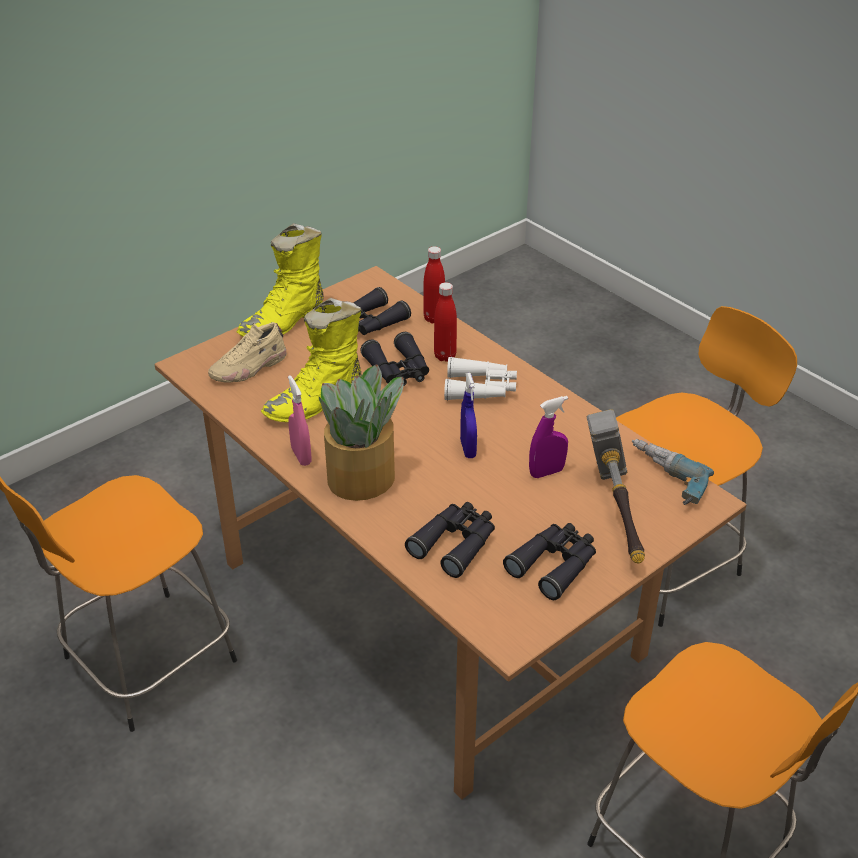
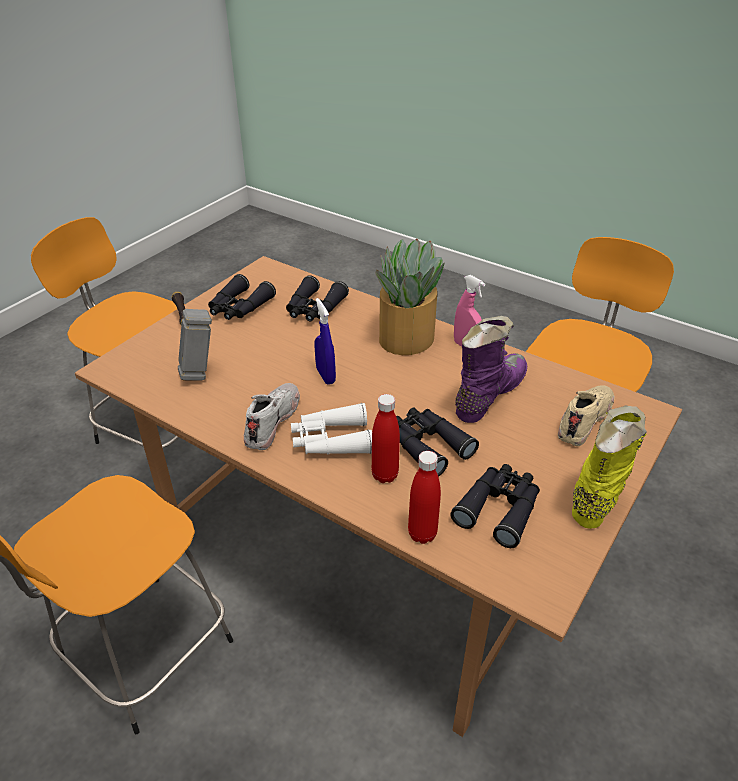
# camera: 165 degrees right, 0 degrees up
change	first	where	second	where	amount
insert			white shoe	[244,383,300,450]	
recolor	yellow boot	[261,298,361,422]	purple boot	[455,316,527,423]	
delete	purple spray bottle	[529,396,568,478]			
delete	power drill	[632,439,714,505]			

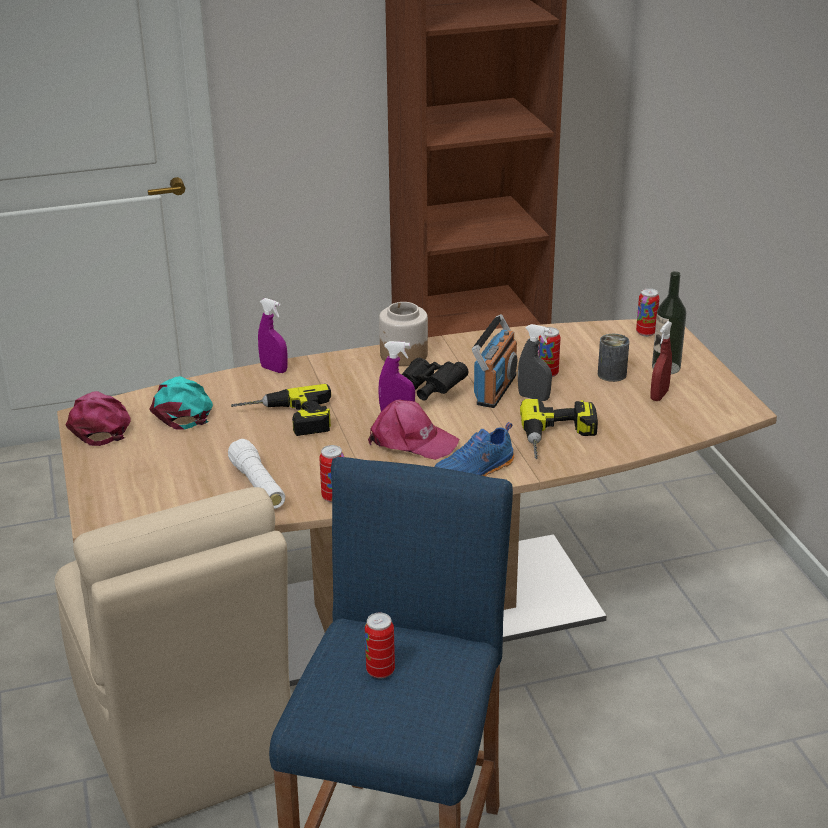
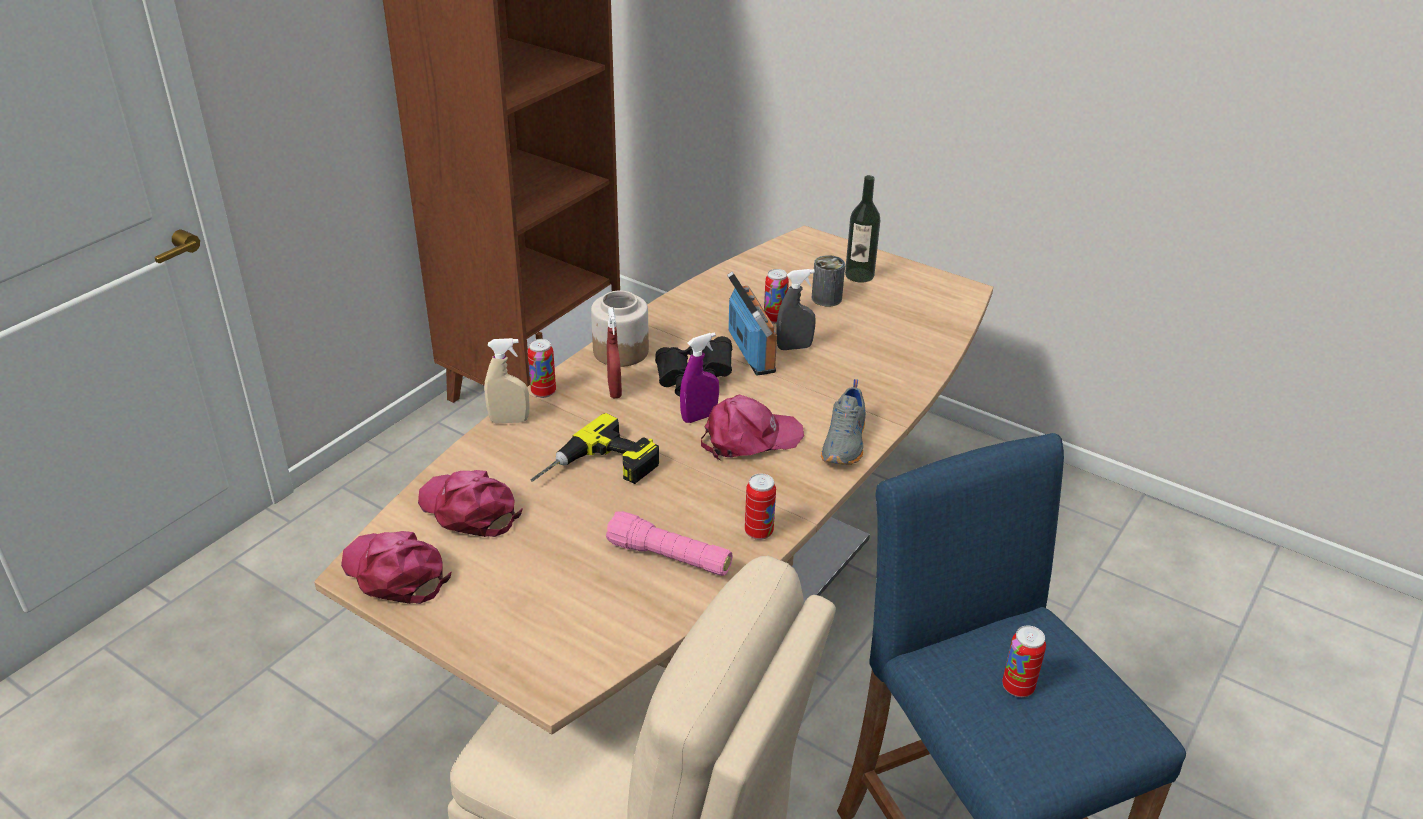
# camera: 40 degrees left, 5 degrees up
change	first	where	second	where	amount
recolor	turquoise cap	[149,376,213,430]	pink cap	[418,470,523,537]	
recolor	purple spray bottle	[258,298,288,373]	beige spray bottle	[484,338,530,423]	
move	can	[636,288,659,337]		[528,339,556,398]	
recolor	white flashlight	[228,439,285,509]	pink flashlight	[606,511,732,576]	
move	red spray bottle	[650,321,672,401]		[607,307,622,398]	
recolor	blue shoe	[435,422,514,476]	grey shoe	[821,379,866,465]	
delete	power drill	[520,399,598,460]			

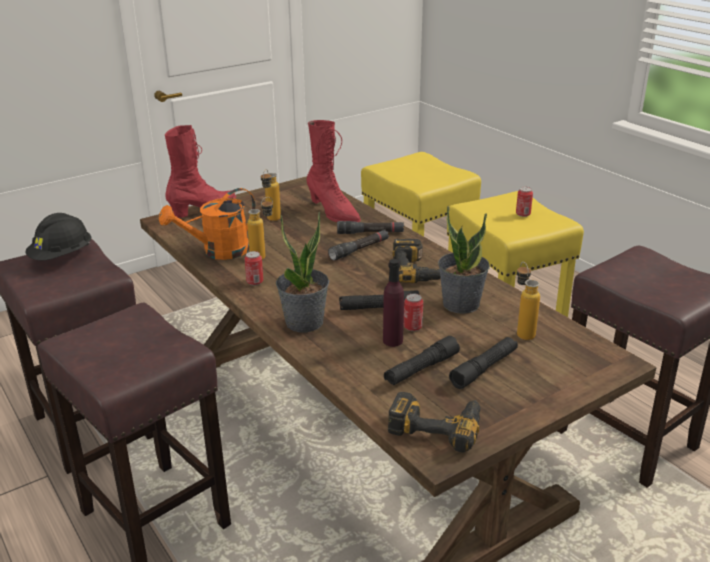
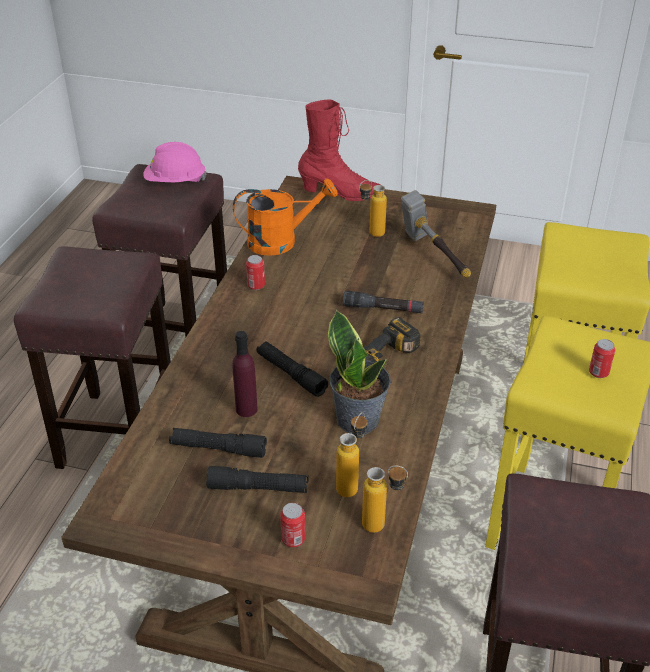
# camera: 50 degrees right, 10 degrees up
change	first	where	second	where	amount
recolor	black hard hat	[25,213,91,261]	pink hard hat	[143,142,207,182]	
rotate	orange watering can	[159,188,255,260]		[233,178,338,256]	150 degrees clockwise
move	can	[404,294,423,331]		[280,503,305,547]	
move	bottle	[247,197,273,260]		[362,465,408,533]	
replace	red boot	[306,120,361,222]	hammer	[401,190,471,278]	
delete	potted plant	[276,211,329,332]			
delete	black flashlight	[337,221,404,234]			
delete	power drill	[388,392,480,453]			

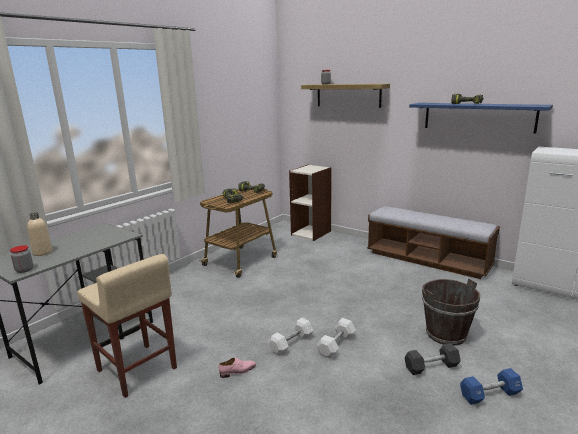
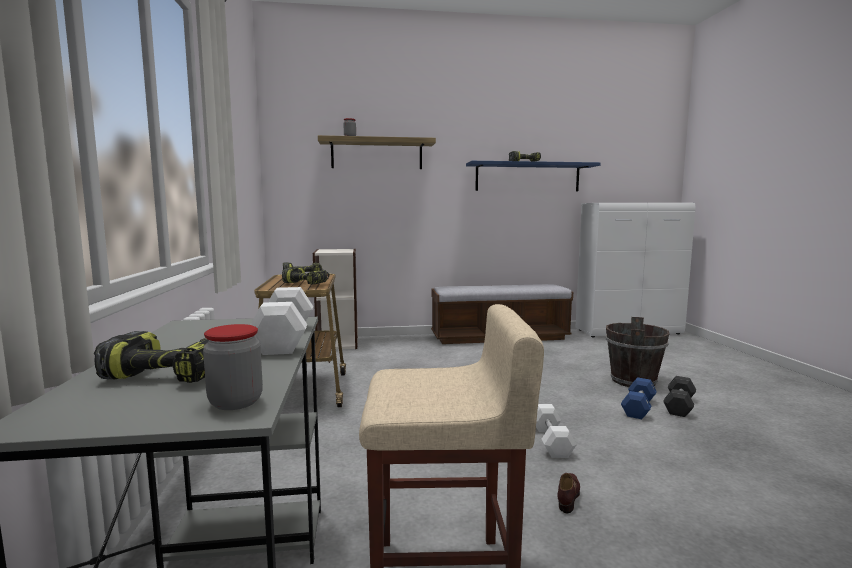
# camera: 45 degrees left, 10 degrees down
change	first	where	second	where	amount
replace	beige bottle	[27,212,53,256]	power drill	[94,331,209,383]	
move	white dumbbell	[316,318,356,358]		[250,287,313,355]	
recolor	pink shoe	[219,358,256,378]	brown shoe	[557,473,580,513]	
move	blue dumbbell	[460,368,523,405]		[621,377,657,419]	

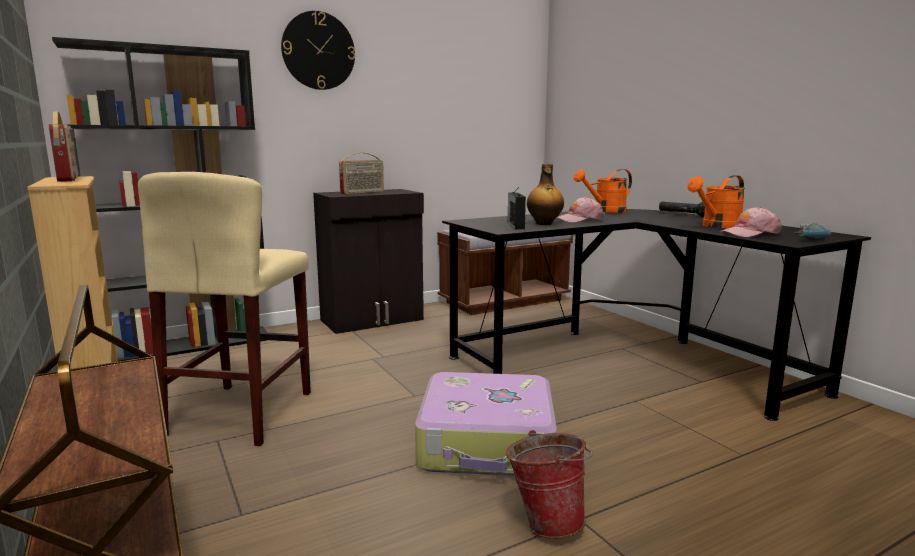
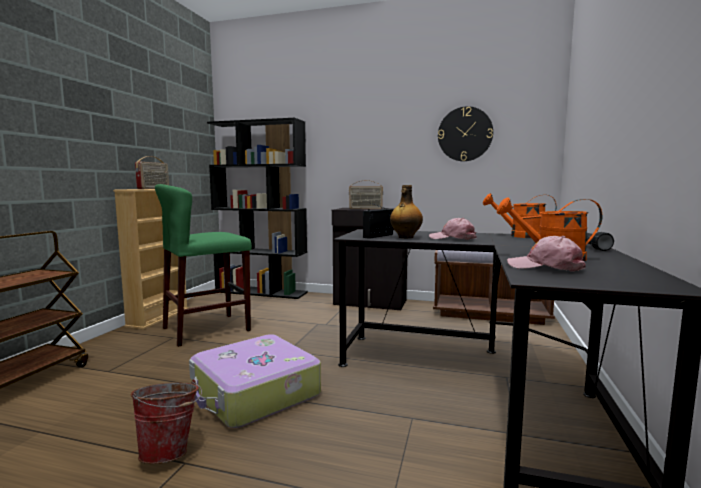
# camera: 45 degrees right, 5 degrees down
change	first	where	second	where	amount
recolor	beige stool	[138,172,311,446]	green stool	[155,184,252,347]	
move	wall clock	[281,11,355,90]		[438,106,493,161]	
delete	power drill	[794,223,832,239]			

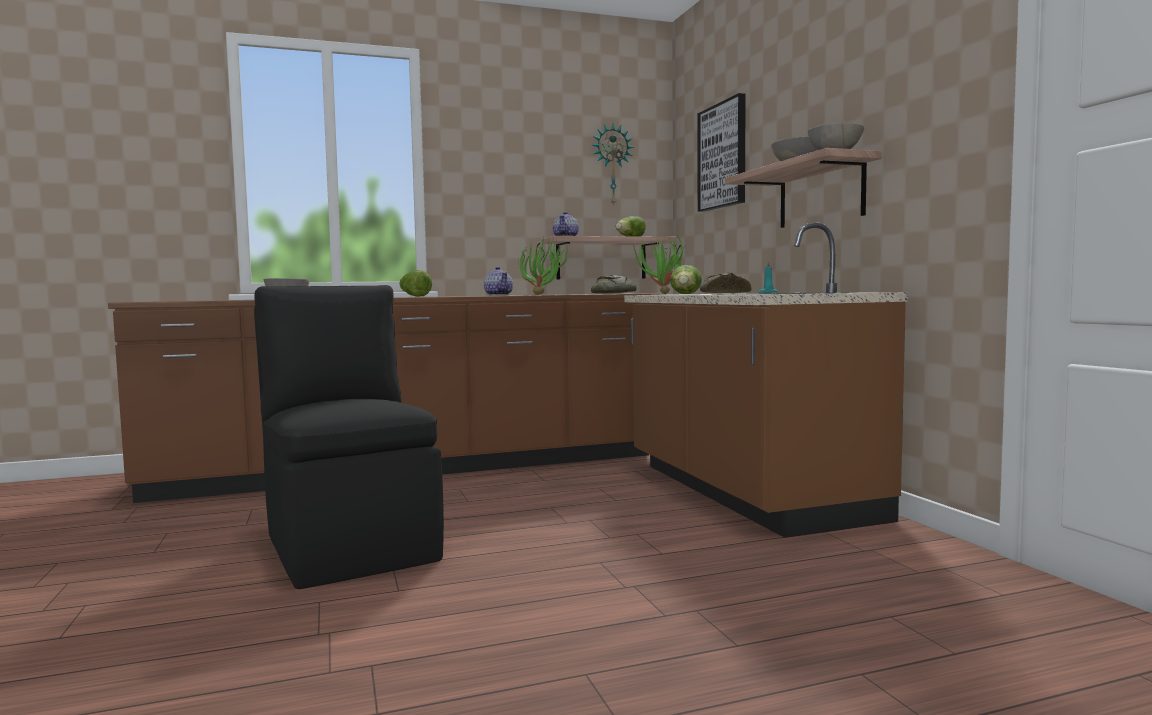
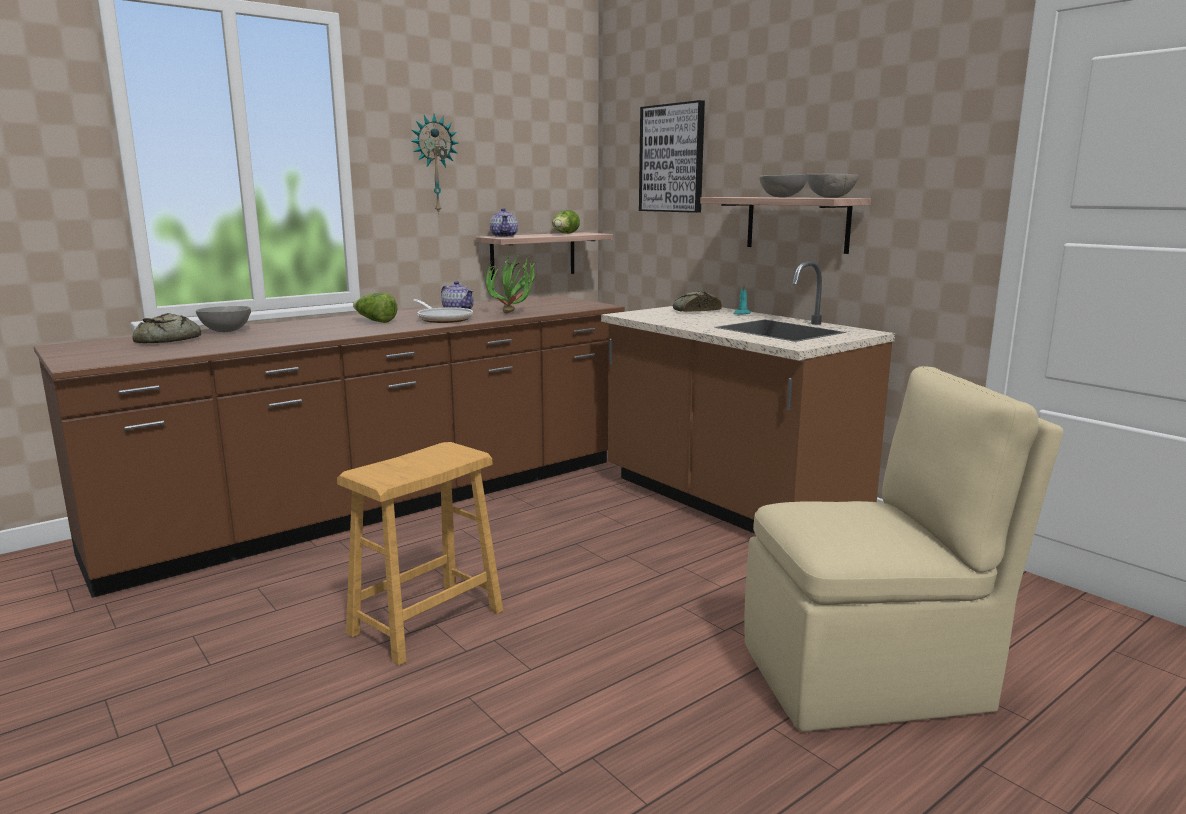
# camera: 20 degrees left, 10 degrees up
change	first	where	second	where	amount
move	bread	[591,275,637,294]		[132,313,201,343]	
replace	black chair	[254,285,444,589]	brown stool	[337,442,503,666]	
move	wall clock	[592,124,634,207]		[411,114,458,215]	
insert			frying pan	[413,299,473,323]	
insert			beige chair	[744,366,1064,732]	
delete	potted plant	[633,235,686,294]			
delete	lettuce	[670,265,702,294]			

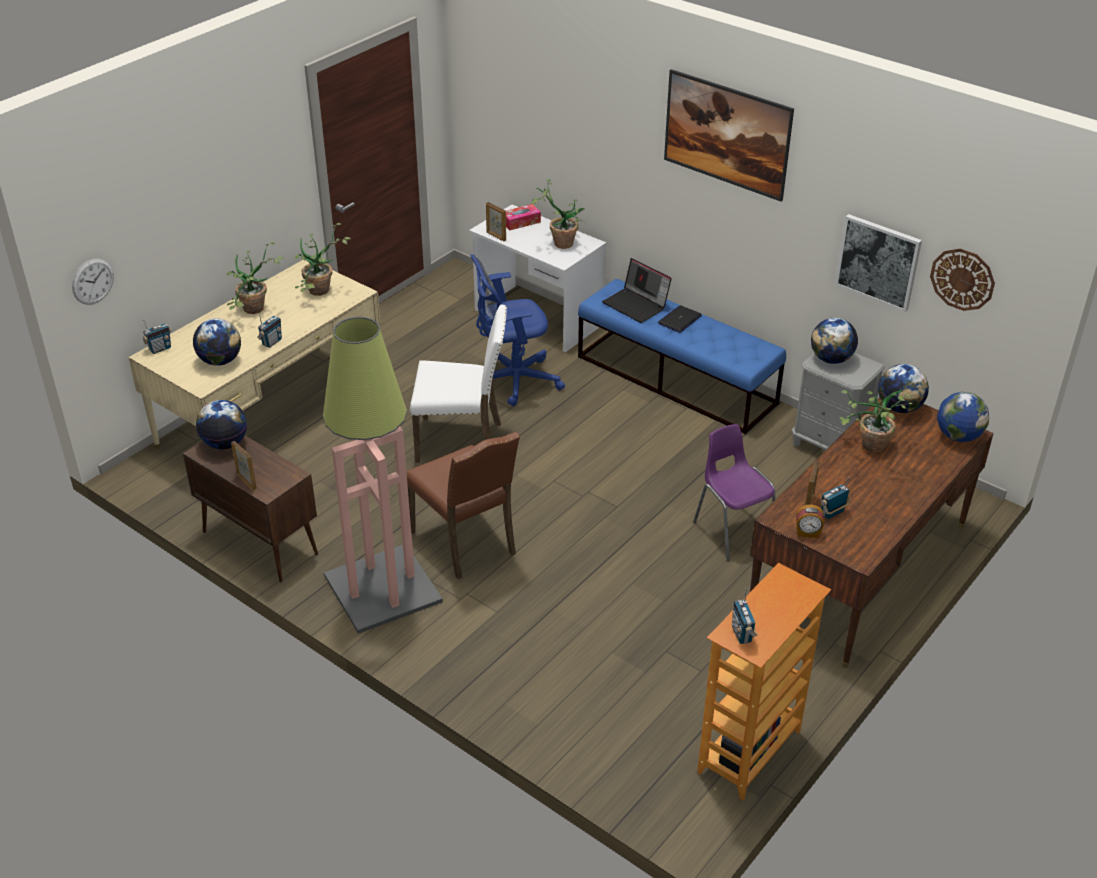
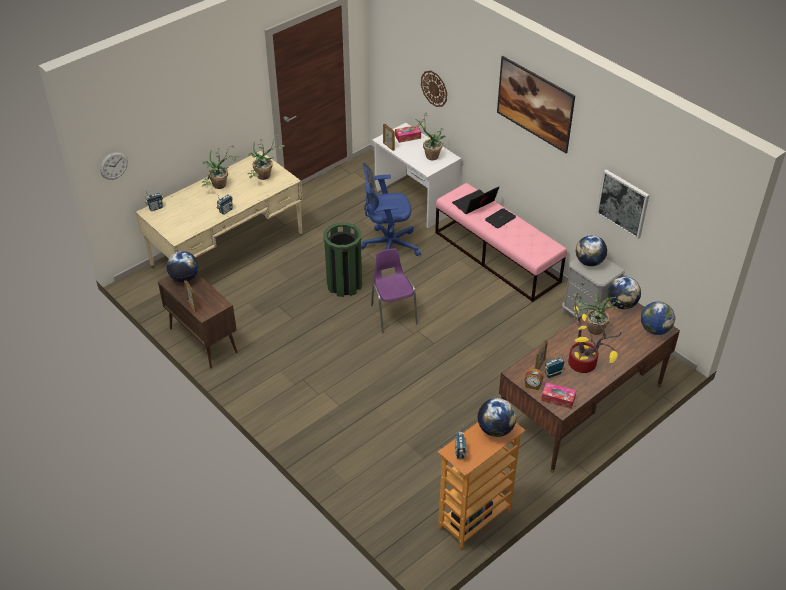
# camera: 10 degrees right, 5 degrees up
change	first	where	second	where	amount
replace	white chair	[410,305,507,463]	green trash can	[324,223,362,297]	
move	purple chair	[693,424,776,562]		[371,248,418,333]	
move	wall clock	[930,249,995,311]		[421,71,447,107]	
recolor	blue bench	[578,279,786,434]	pink bench	[435,183,567,302]	
rotate	laptop	[602,258,672,323]		[452,187,499,214]	90 degrees clockwise
move	globe	[193,318,241,366]		[478,398,516,437]	
insert			tissue box	[541,382,576,409]	
insert			potted plant	[568,293,621,373]	
delete	floor lamp	[323,317,443,634]			
delete	brown chair	[406,432,520,580]			

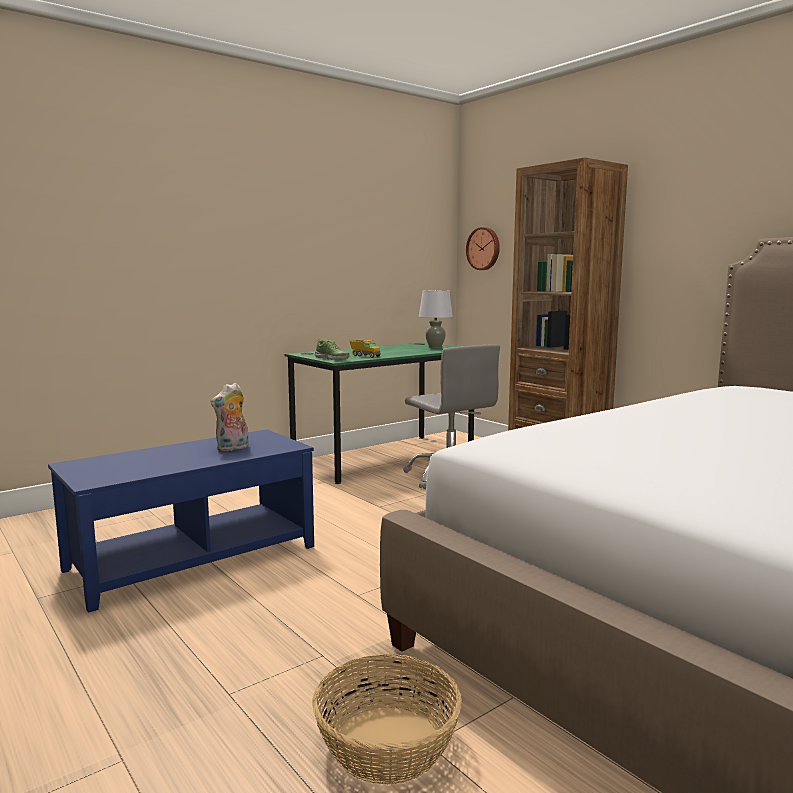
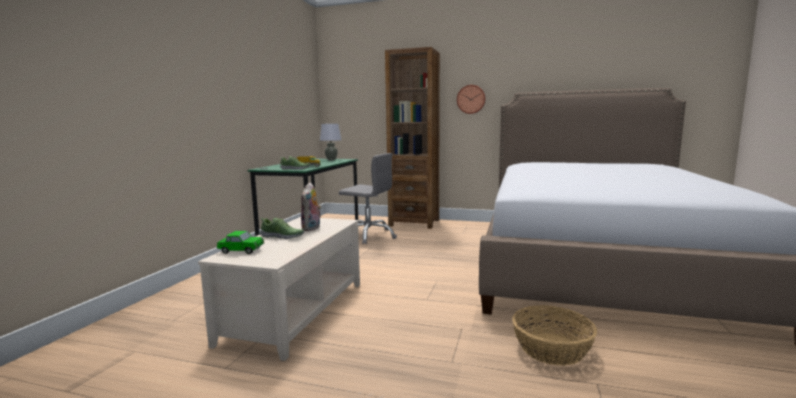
# camera: 35 degrees left, 0 degrees up
change	first	where	second	where	amount
recolor	blue coffee table	[48,429,314,613]	beige coffee table	[198,217,360,361]	
insert			toy car	[217,231,264,254]	
insert			shoe	[260,217,304,239]	
move	wall clock	[466,227,500,270]		[457,85,486,114]	

